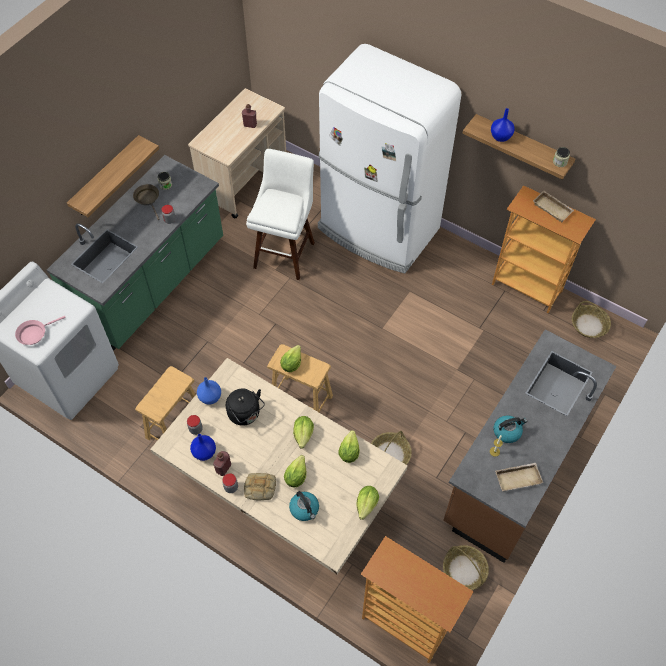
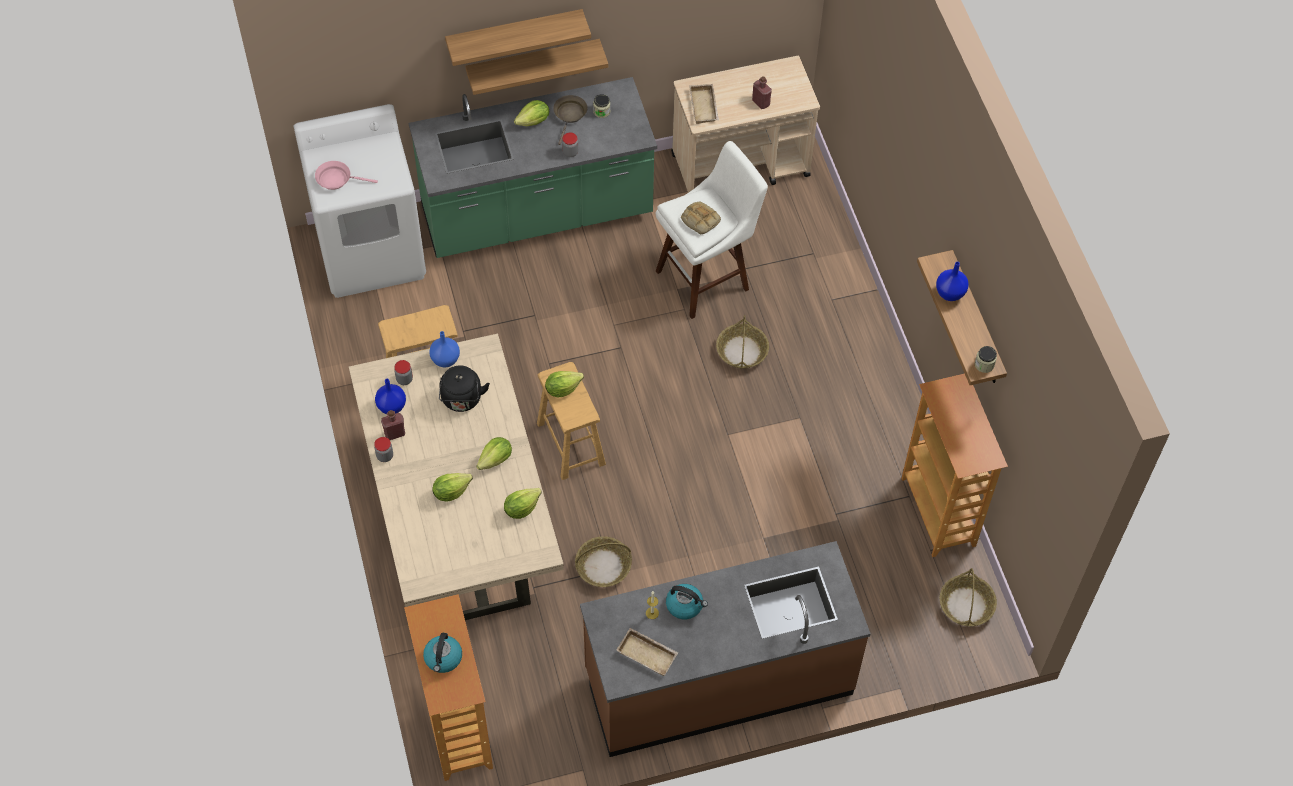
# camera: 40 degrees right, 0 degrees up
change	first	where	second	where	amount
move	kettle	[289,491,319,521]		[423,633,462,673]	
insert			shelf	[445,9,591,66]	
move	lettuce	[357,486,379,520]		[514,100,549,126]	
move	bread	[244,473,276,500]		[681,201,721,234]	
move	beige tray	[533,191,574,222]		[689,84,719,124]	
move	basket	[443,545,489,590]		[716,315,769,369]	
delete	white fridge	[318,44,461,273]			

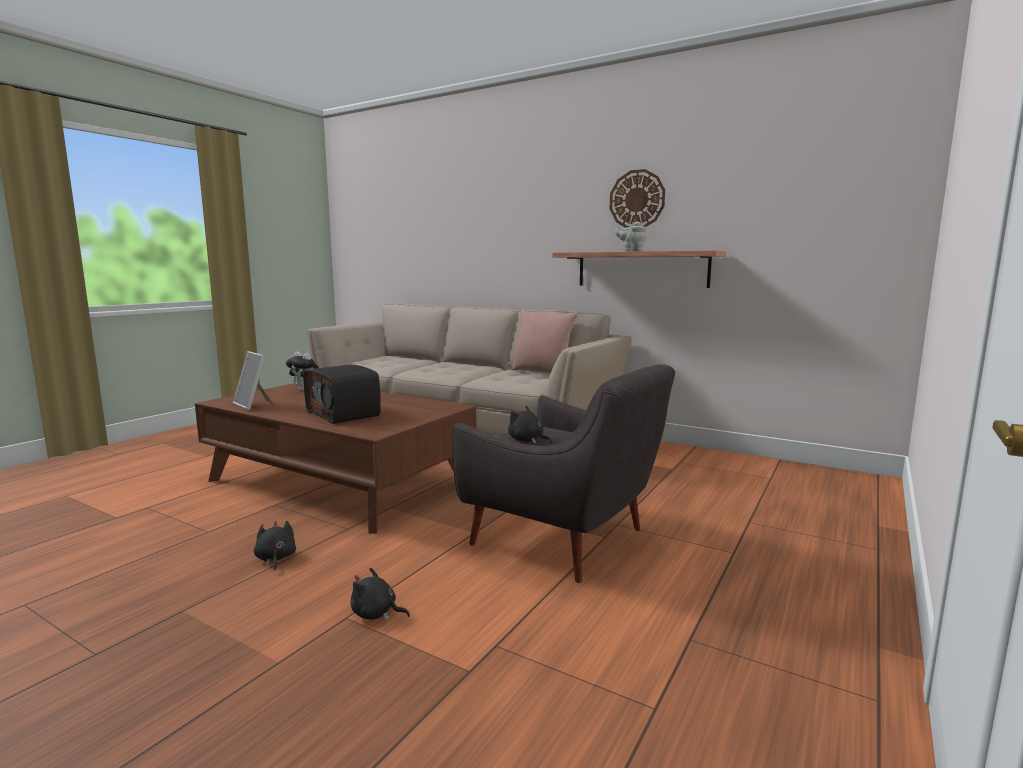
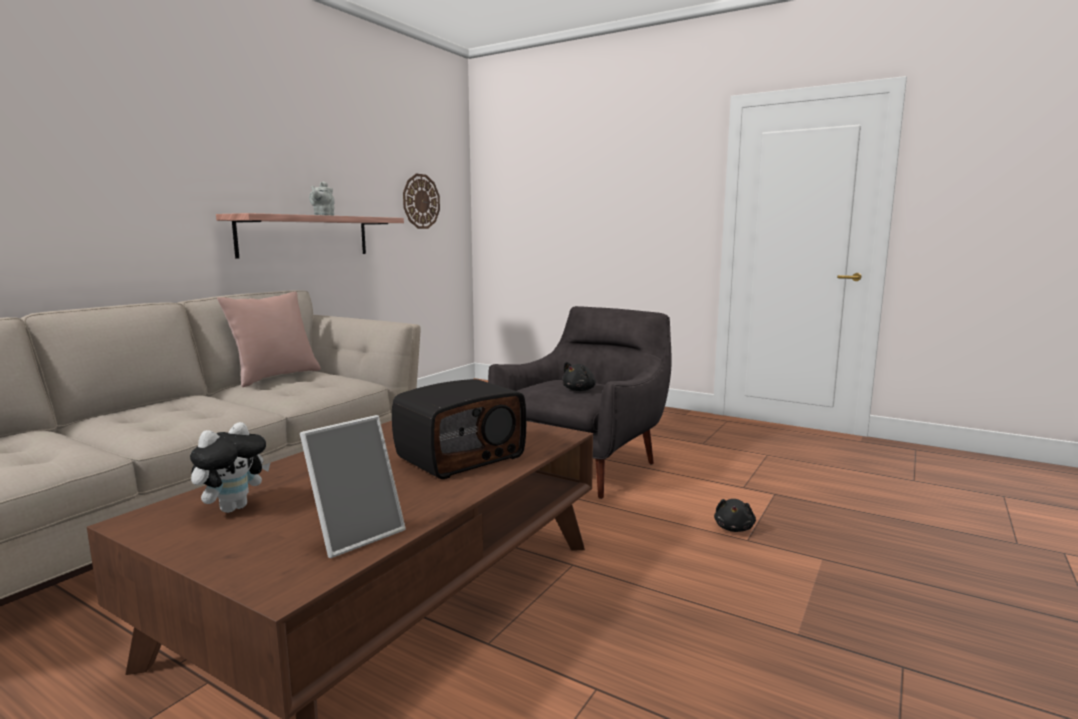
# camera: 90 degrees left, 0 degrees up
change	first	where	second	where	amount
move	wall clock	[610,169,665,228]		[403,174,440,229]	
delete	black plush toy	[254,521,296,570]			

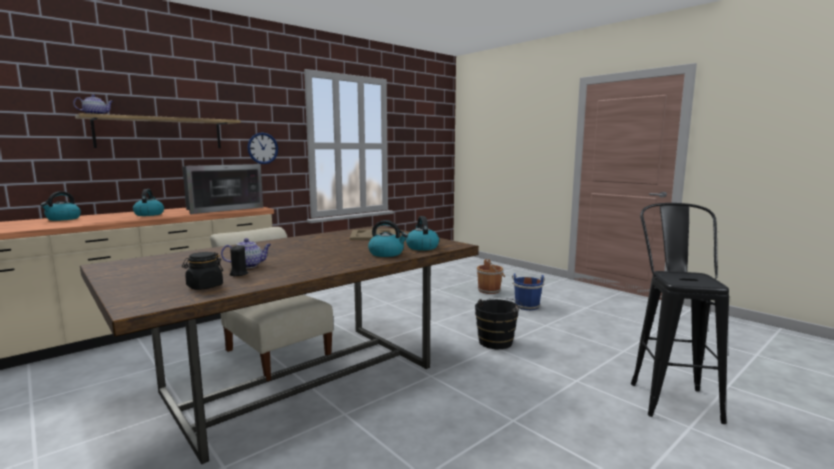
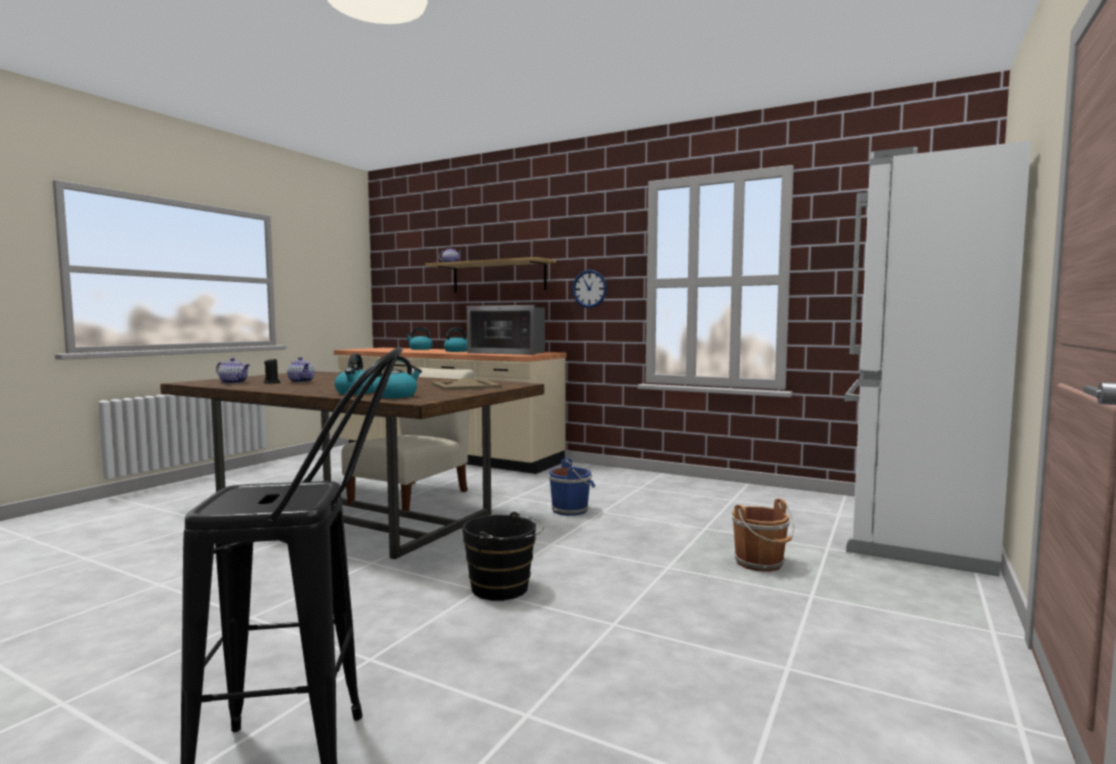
# camera: 70 degrees right, 5 degrees down
change	first	where	second	where	amount
replace	black jar	[182,252,223,290]	teapot	[216,358,250,384]	
move	blue bucket	[512,274,545,310]		[548,458,595,516]	
insert			white fridge	[844,141,1031,577]	

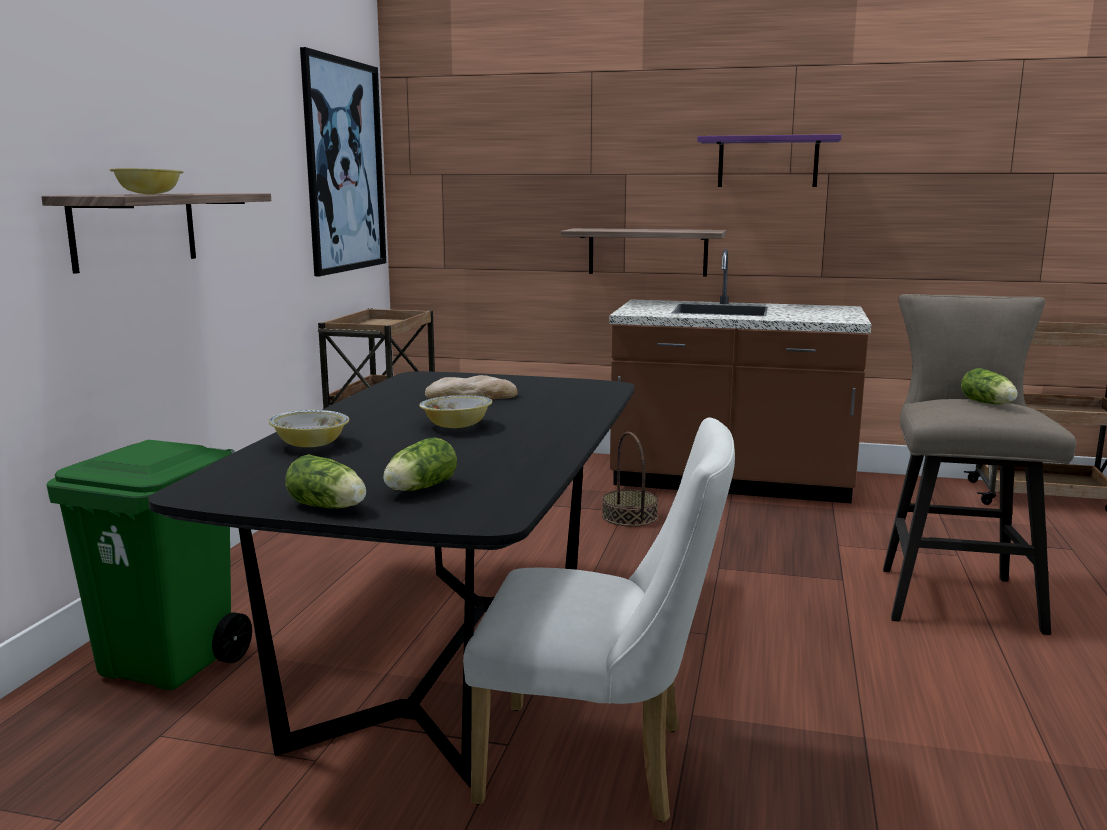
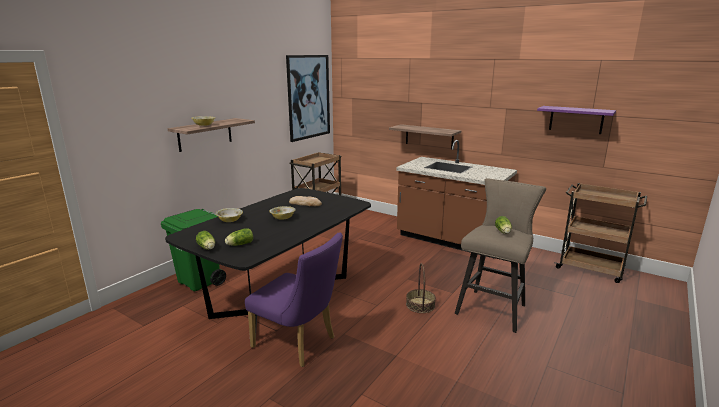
# camera: 20 degrees right, 5 degrees up
change	first	where	second	where	amount
recolor	white chair	[463,417,735,822]	purple chair	[245,232,343,367]	
move	basket	[602,432,658,527]		[406,263,436,313]	
move	purple shelf	[697,134,842,187]		[537,106,616,134]	

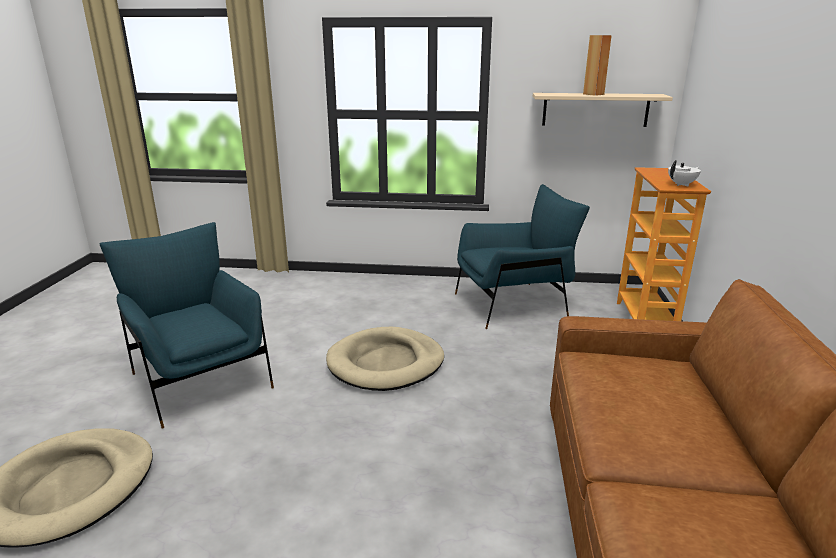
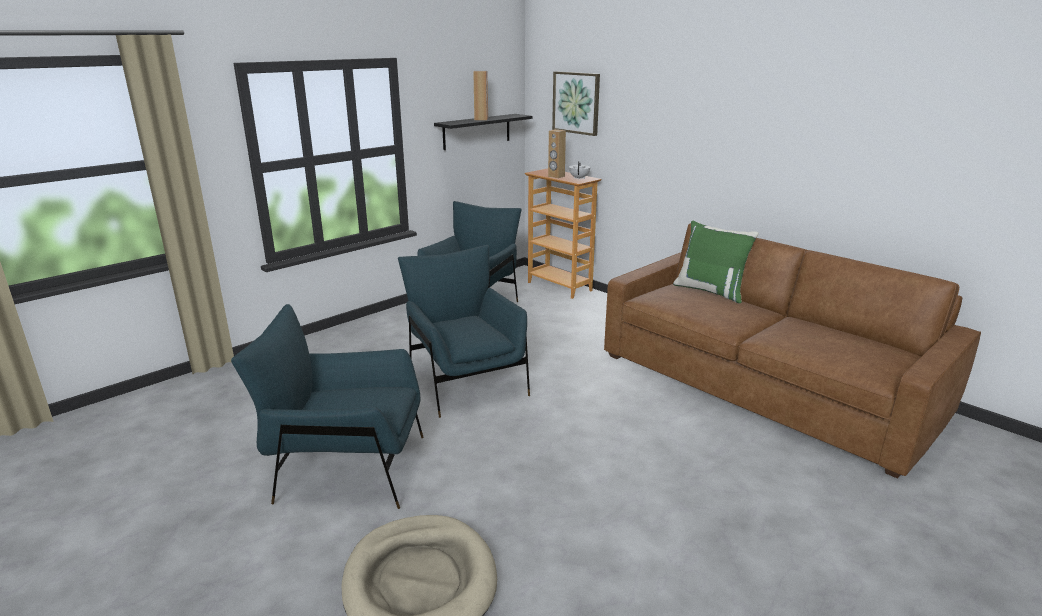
# camera: 50 degrees left, 0 degrees up
change	first	where	second	where	amount
replace	beige dog bed	[326,327,444,391]	blue armchair	[398,245,530,418]	
recolor	beige shelf	[533,93,673,127]	black shelf	[434,114,532,150]	
insert			brown speaker	[548,129,566,178]	
insert			picture	[552,71,600,136]	
insert			green pillow	[673,221,759,303]	

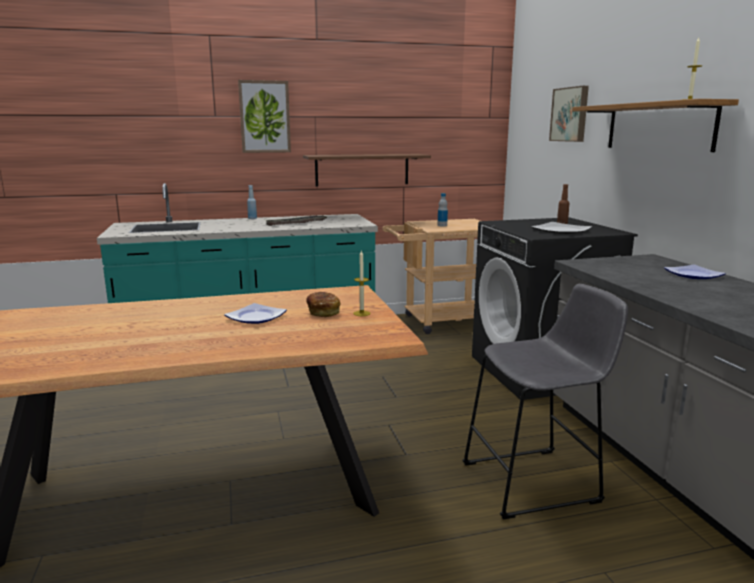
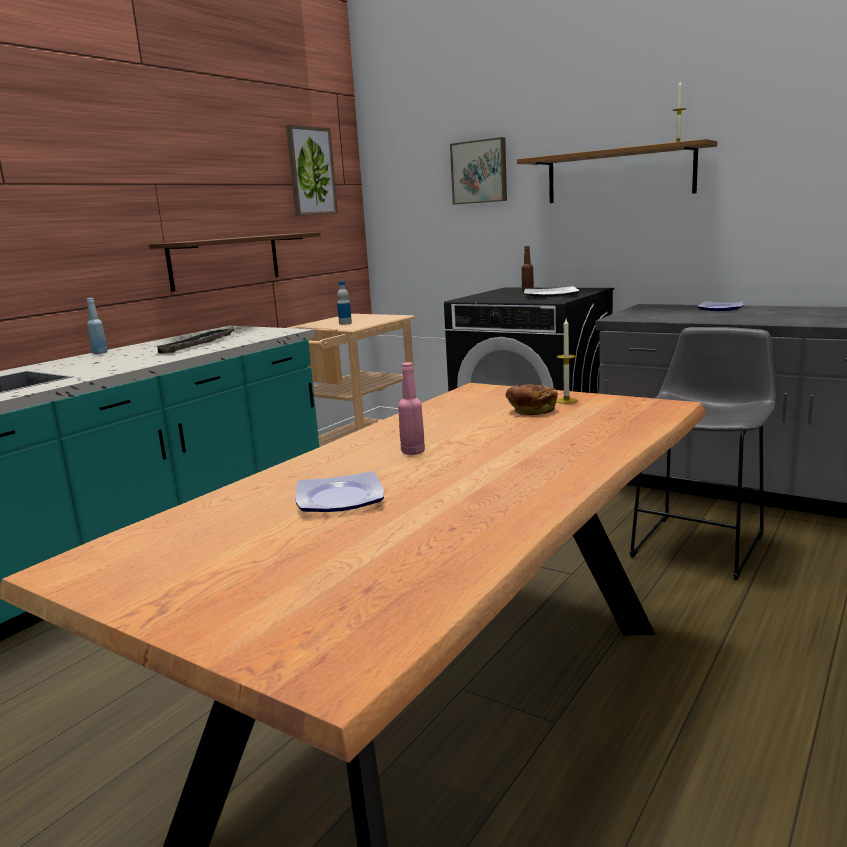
# camera: 40 degrees left, 0 degrees up
change	first	where	second	where	amount
move	picture	[238,80,291,153]		[286,125,338,216]	
move	plate	[224,303,287,324]		[295,471,384,512]	
insert			pink bottle	[398,362,425,455]	

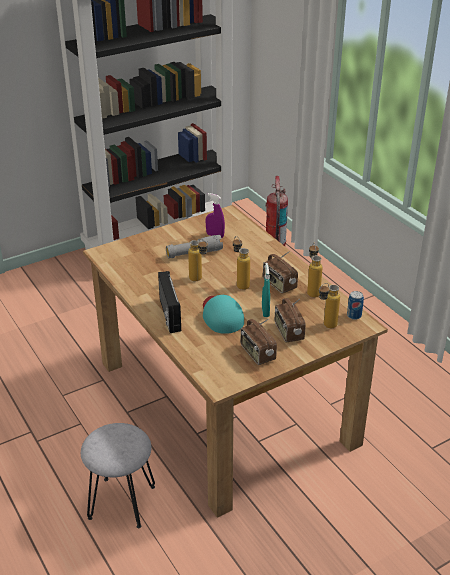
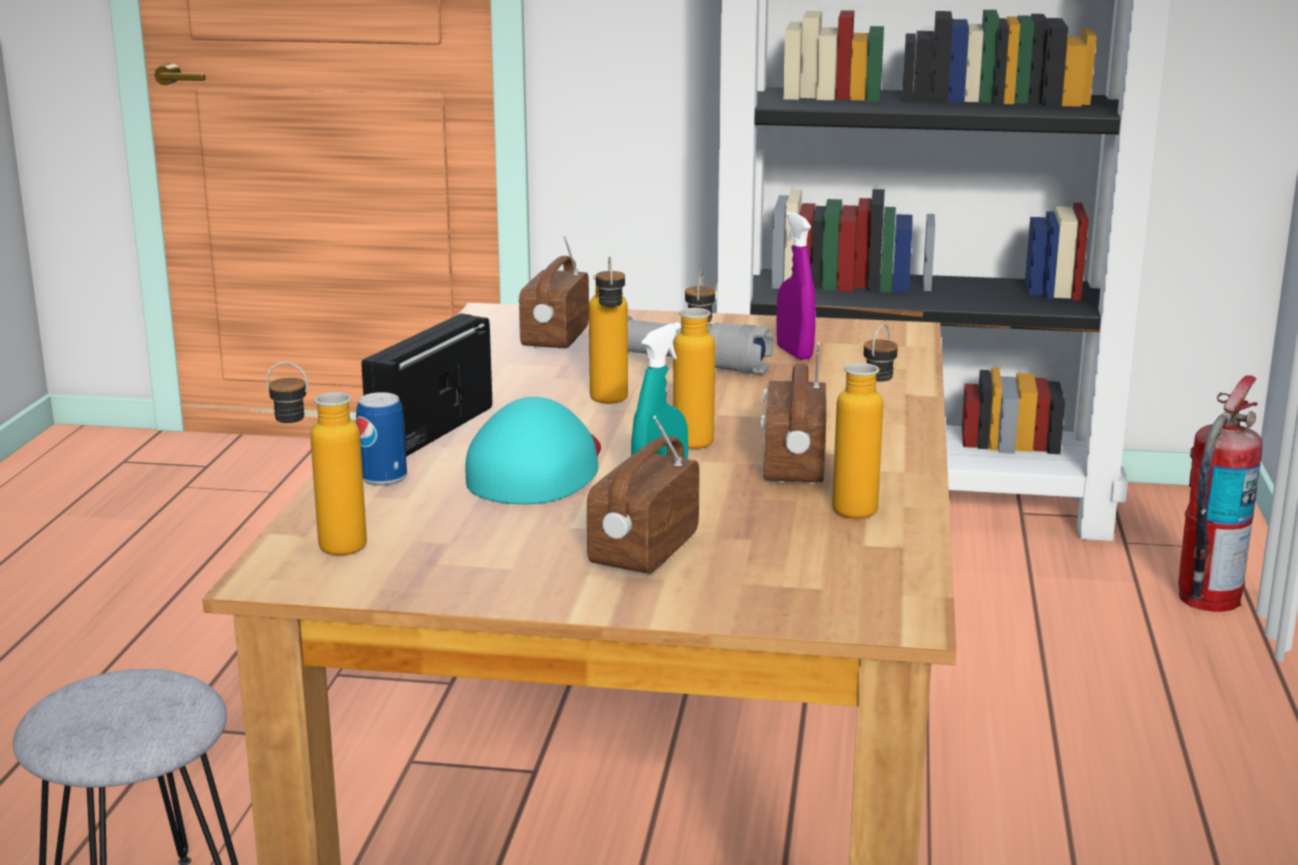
# camera: 40 degrees right, 15 degrees down
change	first	where	second	where	amount
move	bottle	[319,283,340,328]		[266,362,367,555]	
move	can	[347,291,364,320]		[356,392,407,486]	
move	radio	[241,319,277,365]		[518,235,589,350]	

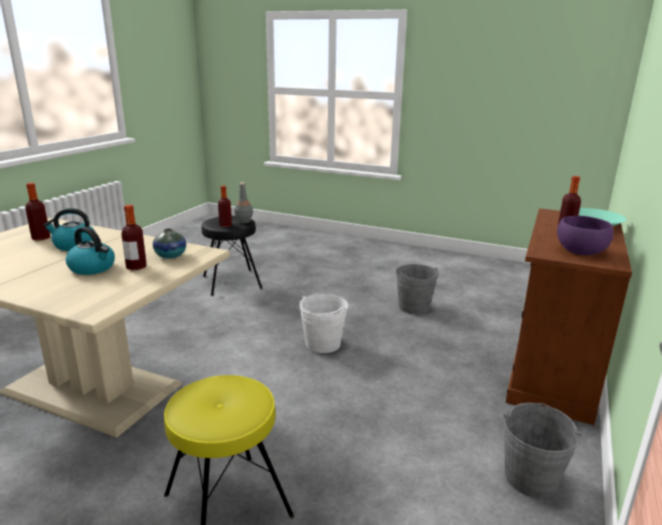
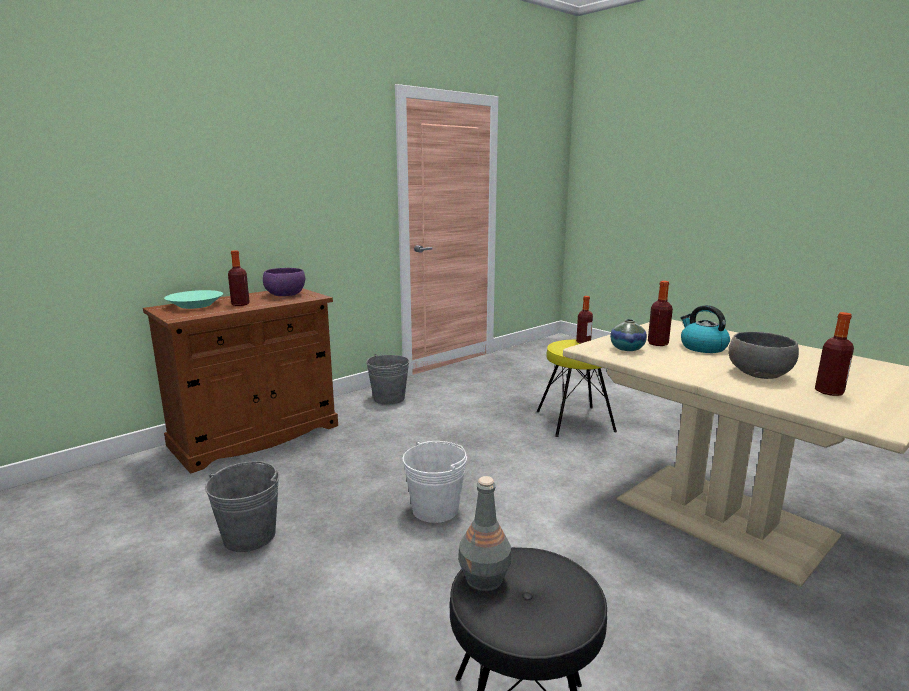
# camera: 155 degrees left, 5 degrees down
change	first	where	second	where	amount
move	bottle	[218,186,232,227]		[576,296,593,344]	
replace	kettle	[43,208,95,251]	grey bowl	[728,332,799,379]	

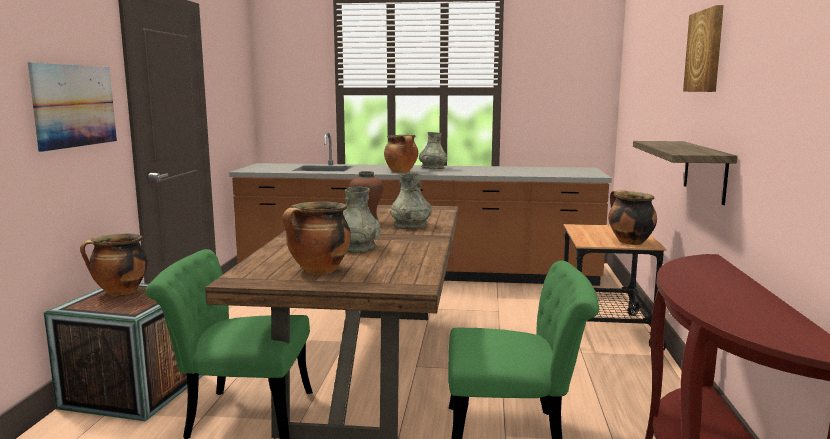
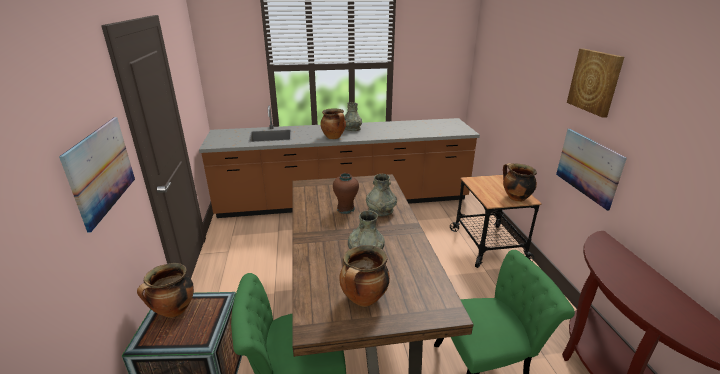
# camera: 15 degrees left, 15 degrees up
change	first	where	second	where	amount
replace	shelf	[633,141,738,205]	picture	[556,129,627,211]	

